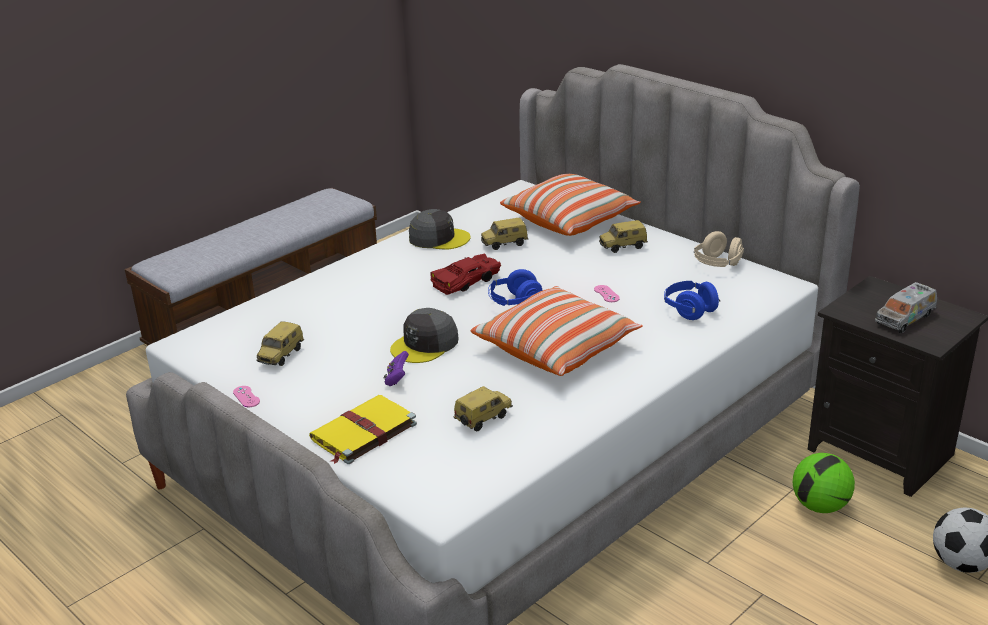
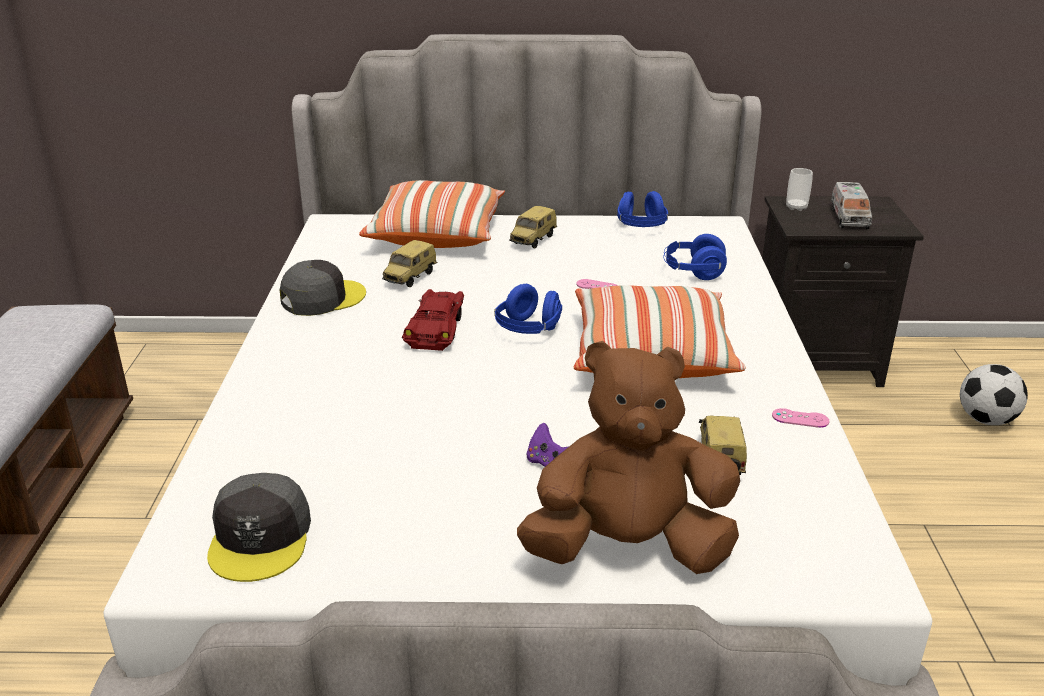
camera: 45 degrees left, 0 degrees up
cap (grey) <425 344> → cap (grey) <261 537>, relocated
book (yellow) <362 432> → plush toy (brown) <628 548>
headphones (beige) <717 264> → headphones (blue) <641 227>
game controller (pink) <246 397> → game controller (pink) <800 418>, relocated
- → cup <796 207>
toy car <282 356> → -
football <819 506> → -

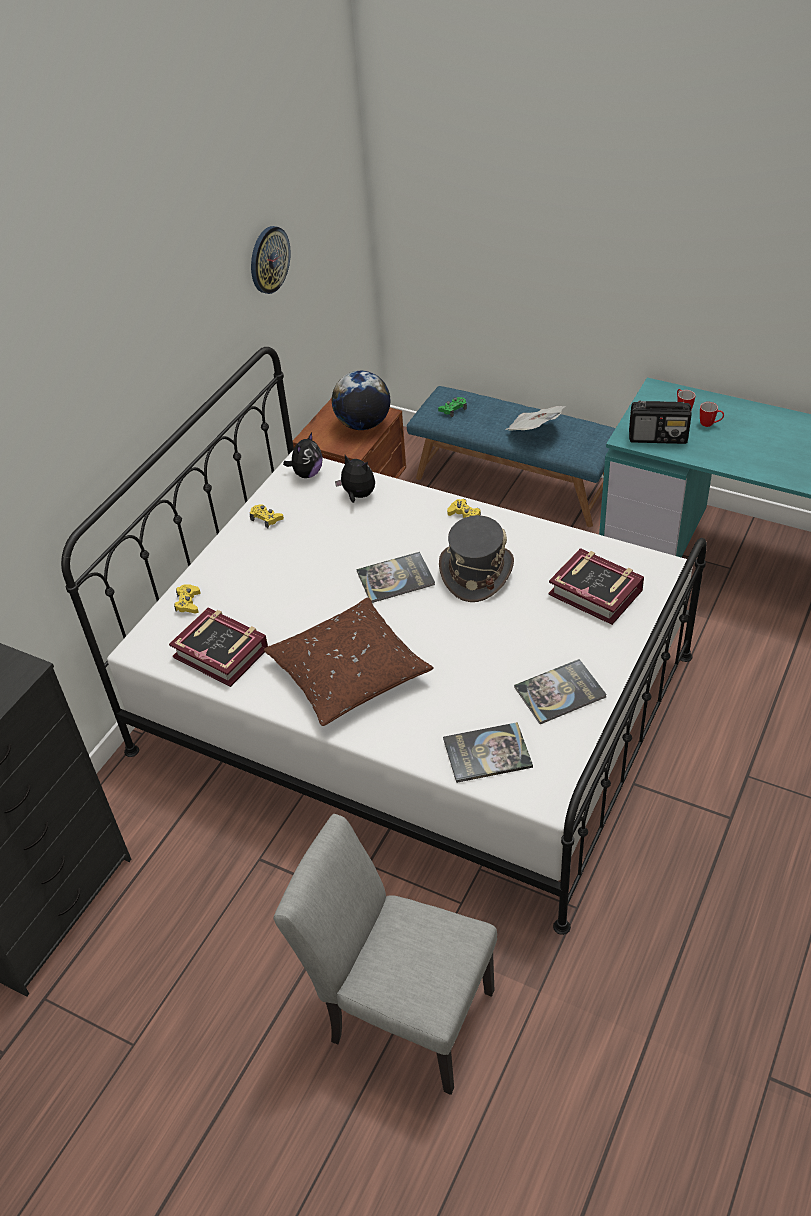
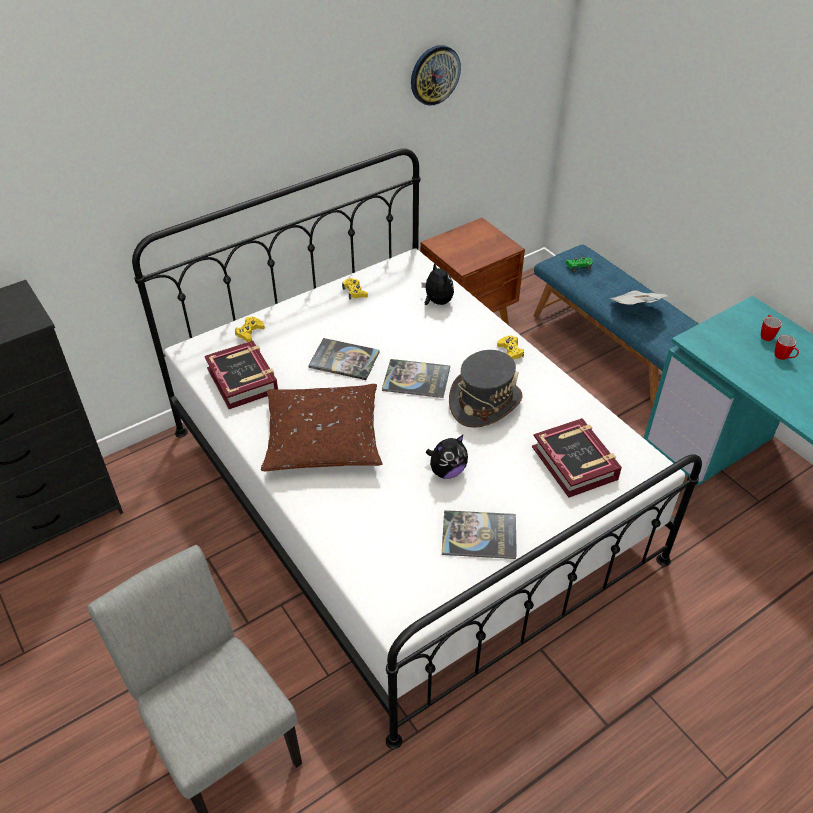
camera: 25 degrees right, 0 degrees up
book <487 753> → book <344 360>, relocated
plush toy <307 473> → plush toy <447 471>, relocated
globe <363 424> → -
radio <658 437> → -

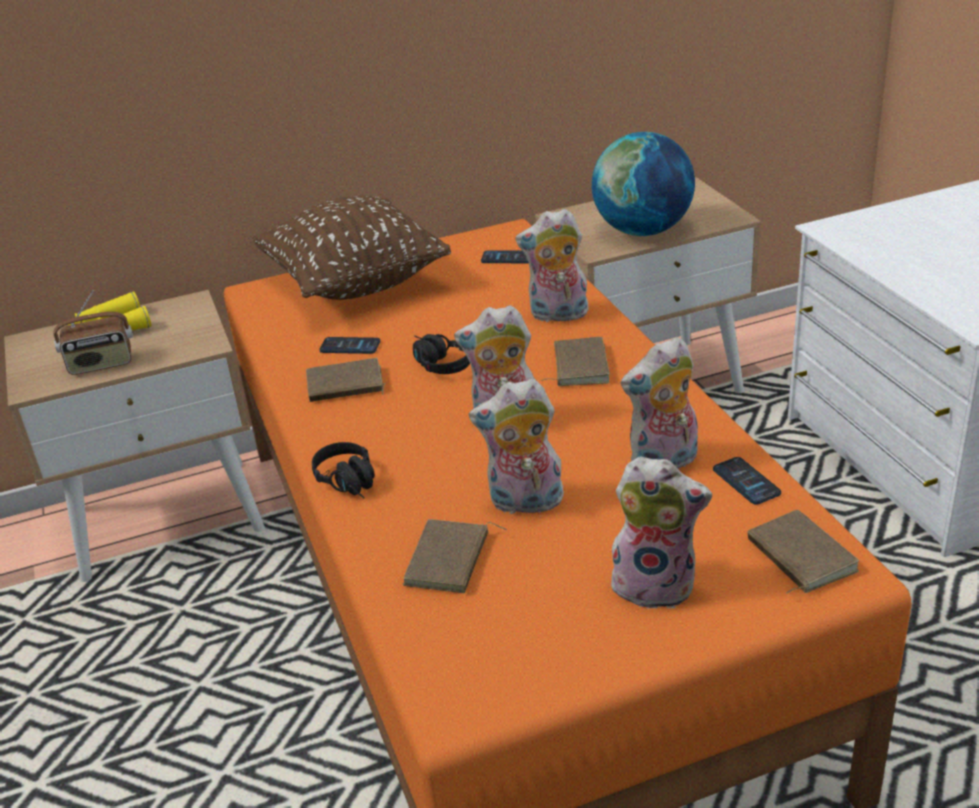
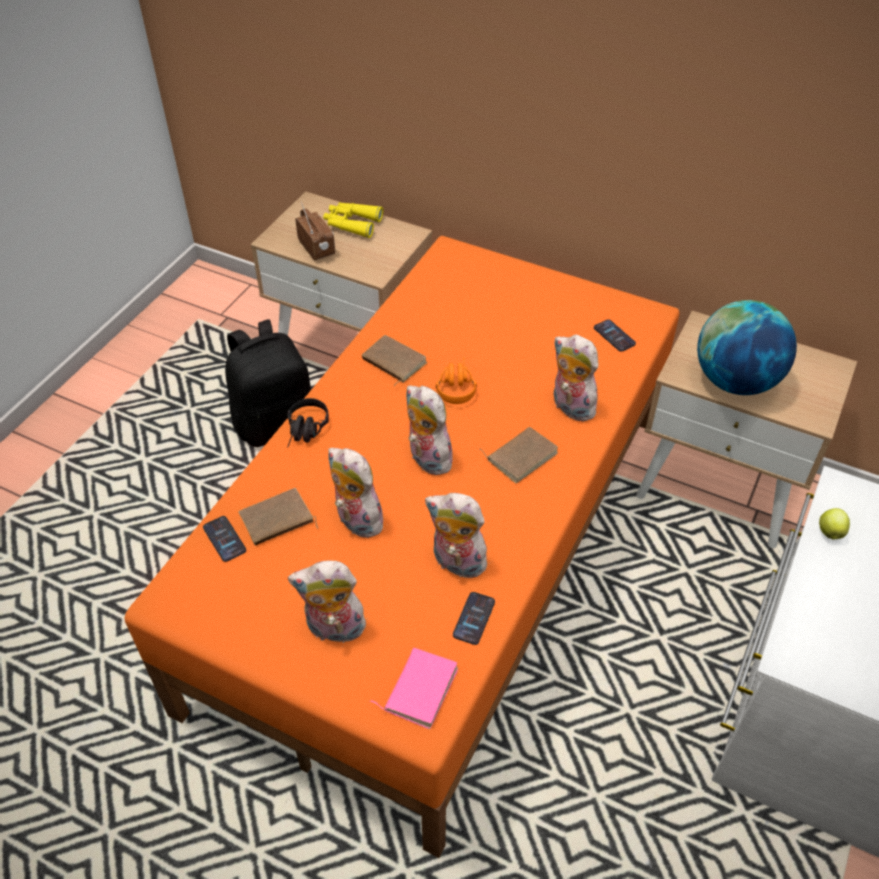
camera: 45 degrees right, 15 degrees up
phone <350 346> → phone <224 539>, relocated
- → backpack (black) <275 422>
plush toy <656 584> → plush toy <334 630>, 120 degrees clockwise
radio <101 364> → radio <317 248>, 150 degrees counterclockwise
book (brown) <798 557> → book (pink) <419 688>
headphones (black) <436 363> → headphones (orange) <455 386>
- → apple <830 531>
pillow (brown) <355 283> → -

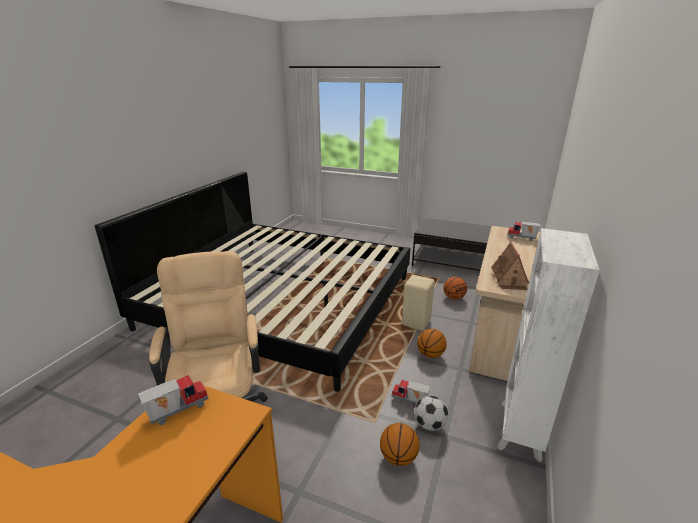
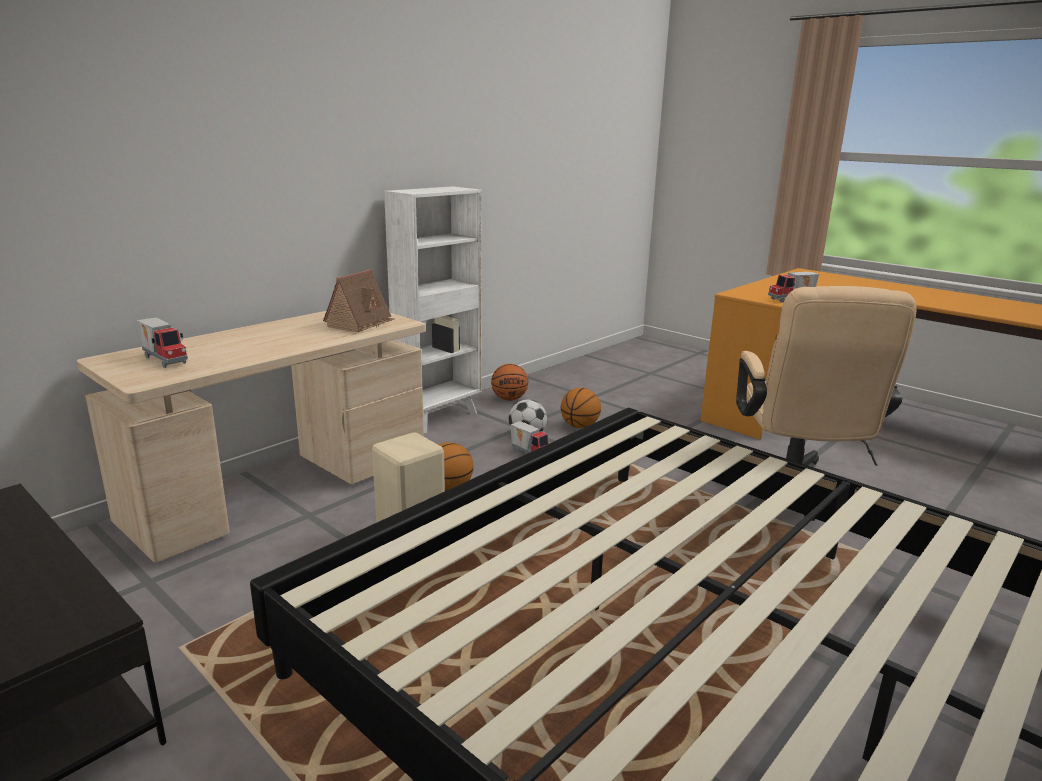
camera: 160 degrees left, 5 degrees down
basketball <454 298> → basketball <509 399>, relocated

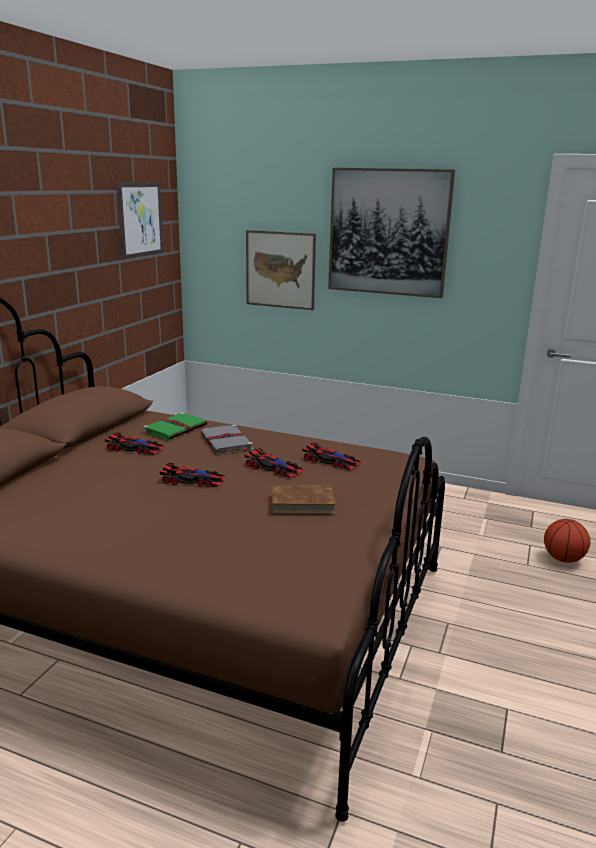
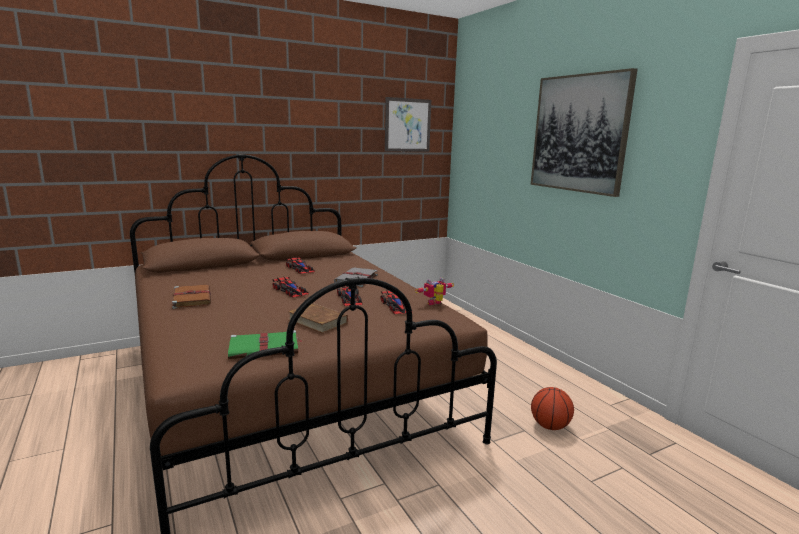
camera: 40 degrees right, 5 degrees down
- → book (brown) <192 298>
book (green) <176 428> → book (green) <265 348>, relocated
- → toy robot <435 304>
basketball <563 559> → basketball <550 426>, relocated
picture <280 269> → -

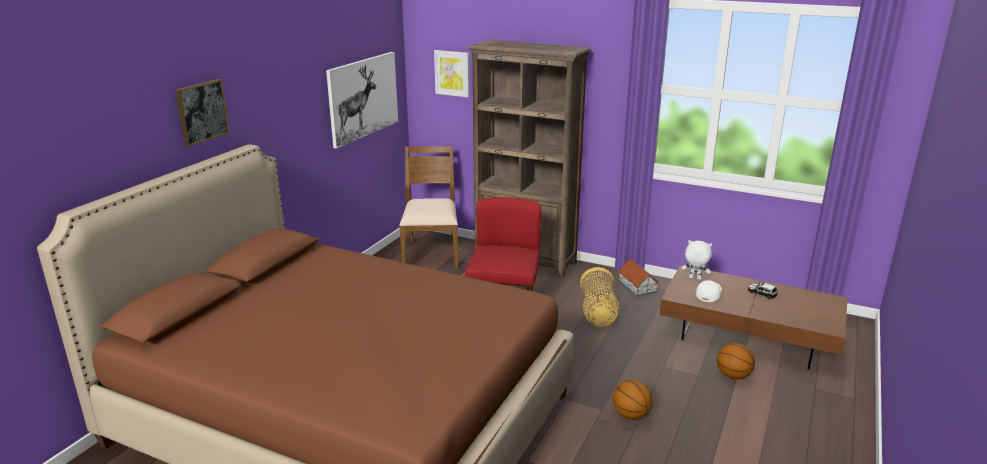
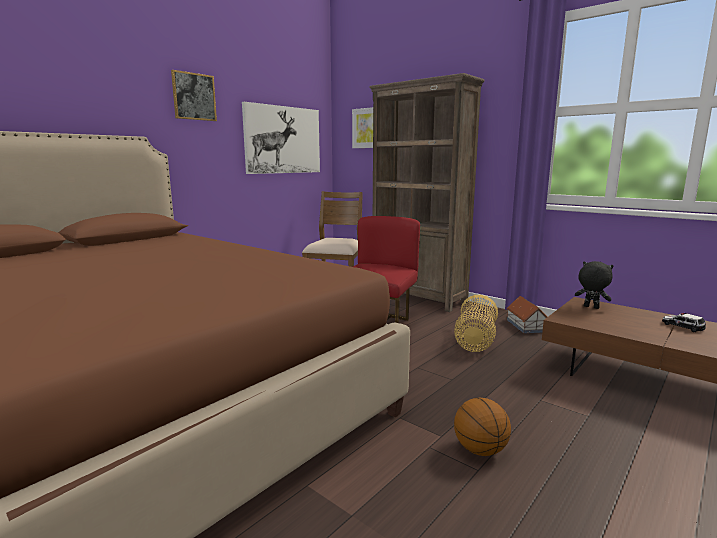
camera: 15 degrees right, 10 degrees down
picture <202 111> → picture <194 96>, relocated
plush toy (white) <694 278> → plush toy (black) <590 307>
cap (white) <709 295> → -
basketball <733 376> → -

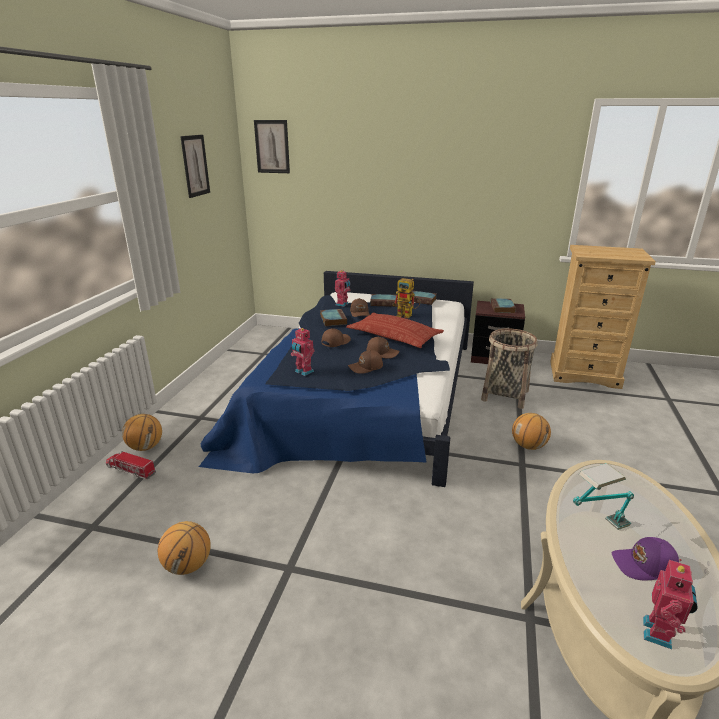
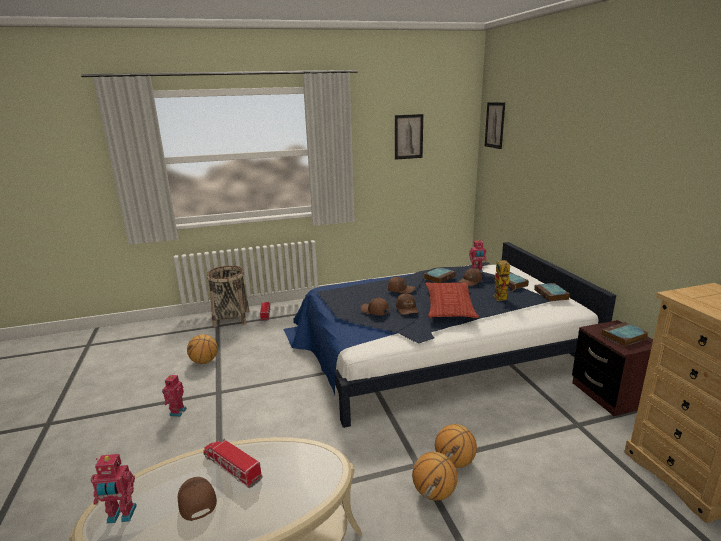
camera: 60 degrees right, 5 degrees down
toy robot <303 372> → toy robot <177 412>, relocated
cap (purple) <644 566> → cap (brown) <196 501>
table lamp <596 529> → toy truck <232 468>
basket <505 395> → basket <231 318>, relocated
basketball <146 447> → basketball <434 492>, relocated

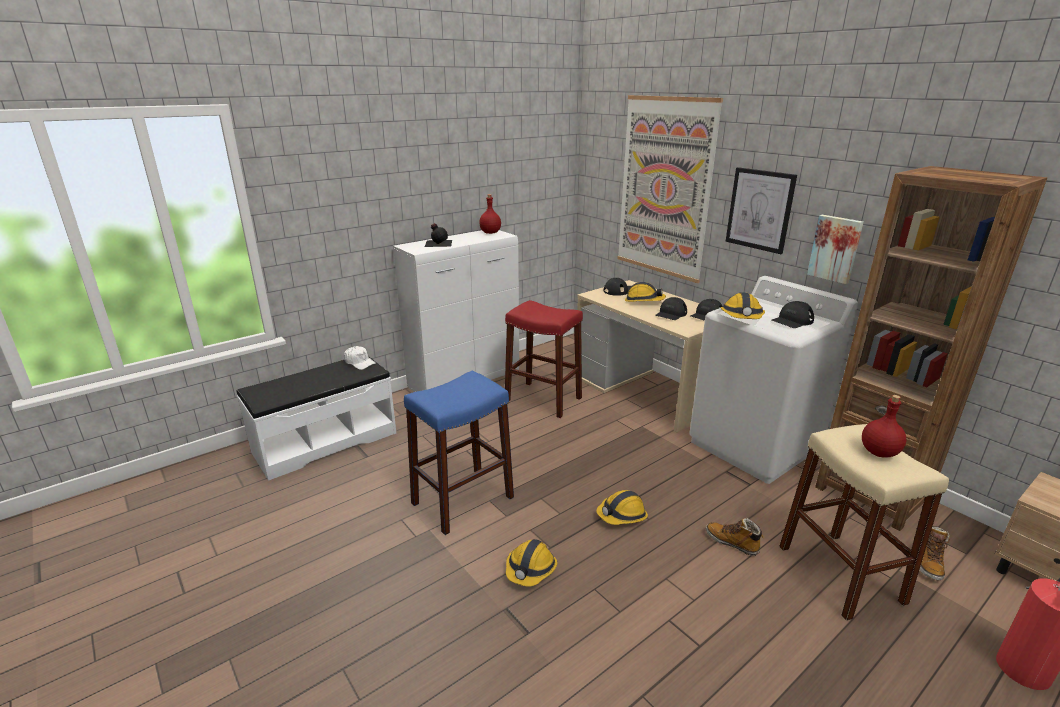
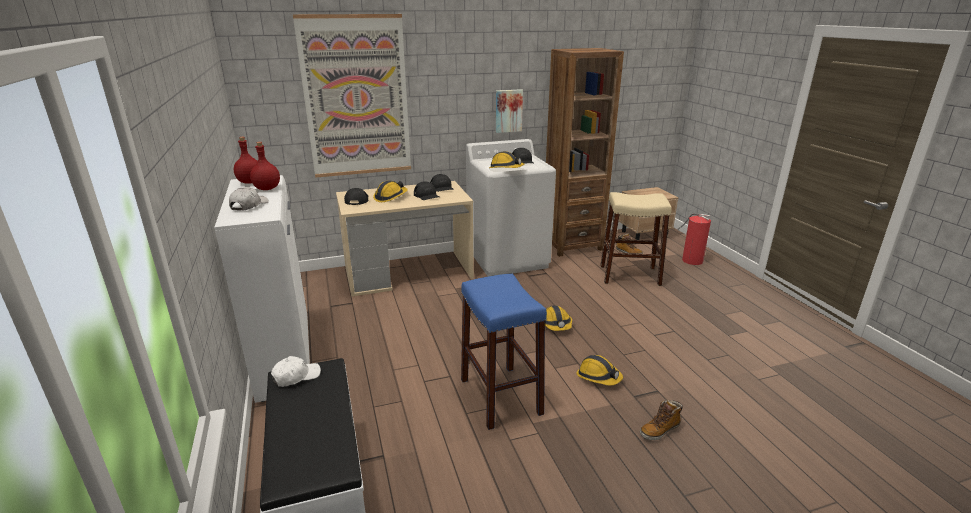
camera: 70 degrees left, 0 degrees up
bottle (black) <438 243> → cap (white) <249 205>
bottle (red) <879 453> → bottle (red) <267 189>, relocated
boot <732 543> → boot <659 430>, relocated
stool (red) <543 399> → -
picture <760 210> → -

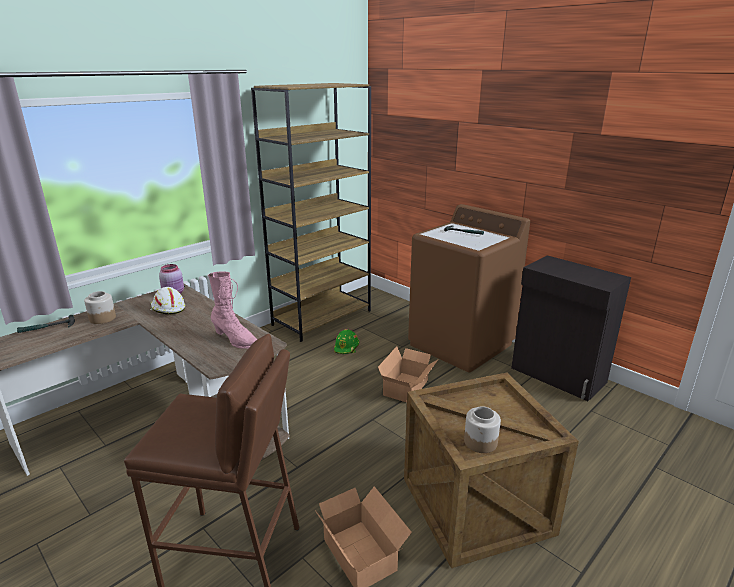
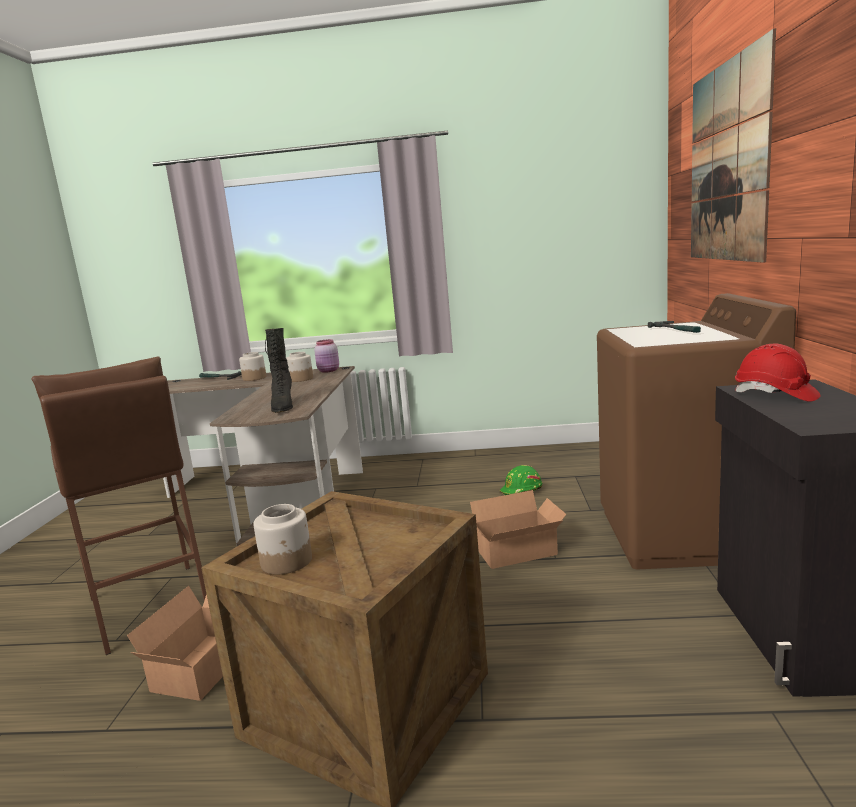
camera: 50 degrees right, 10 degrees down
boot (pink) <236 340> → boot (black) <283 406>
hard hat (white) <167 308> → jar <300 379>
- → picture <728 163>
- → hard hat (red) <775 395>
bookcase (brown) <322 317> → -

